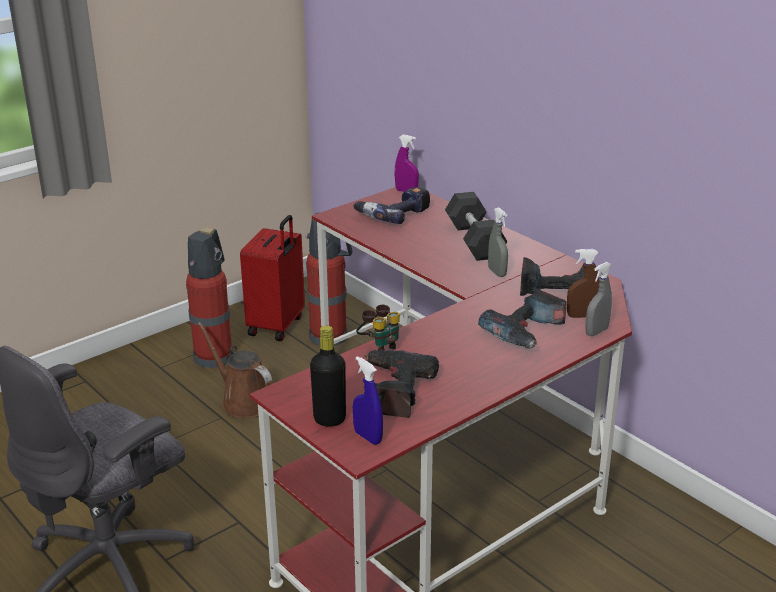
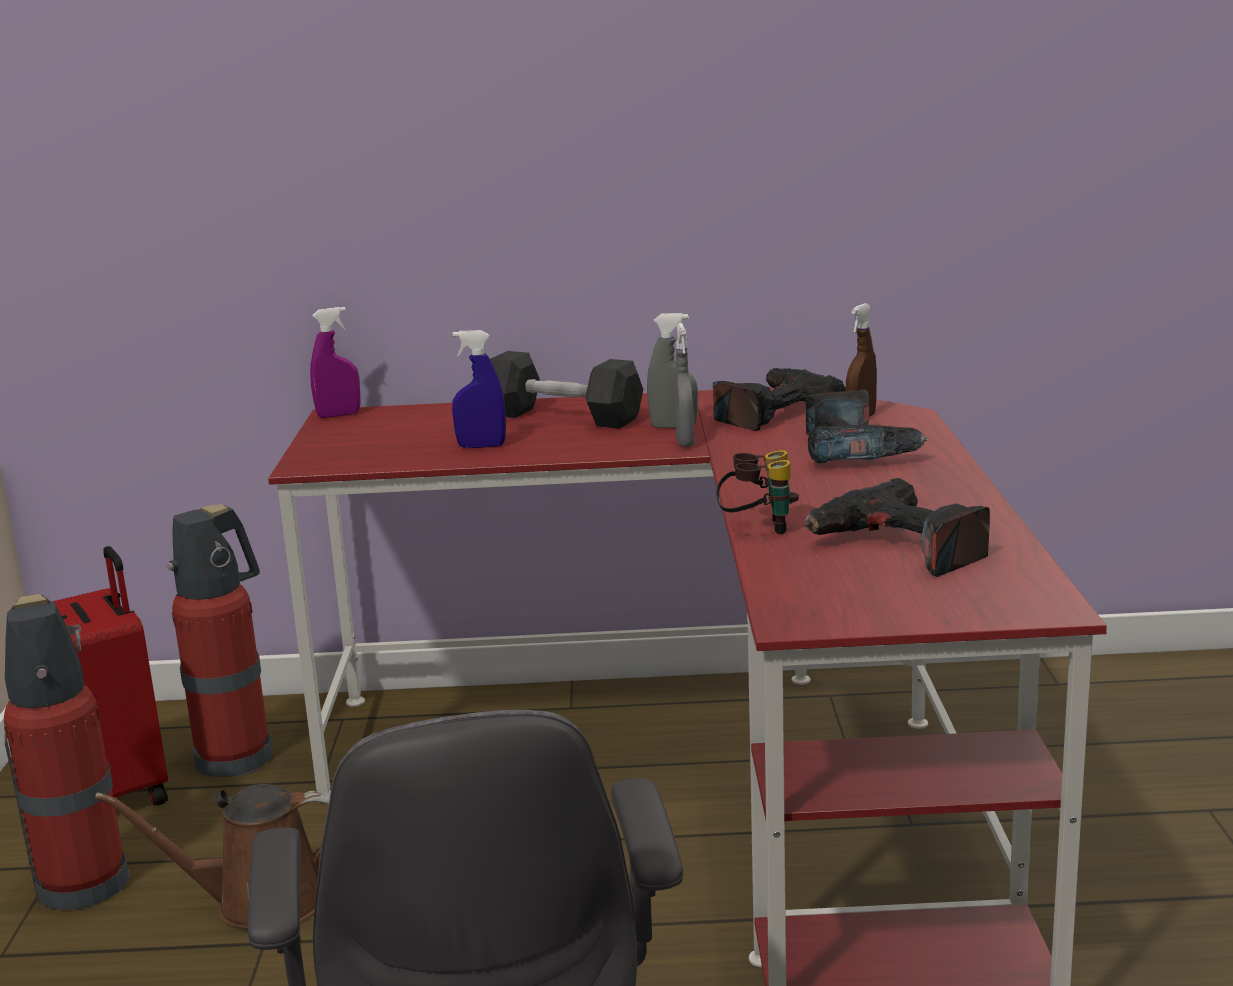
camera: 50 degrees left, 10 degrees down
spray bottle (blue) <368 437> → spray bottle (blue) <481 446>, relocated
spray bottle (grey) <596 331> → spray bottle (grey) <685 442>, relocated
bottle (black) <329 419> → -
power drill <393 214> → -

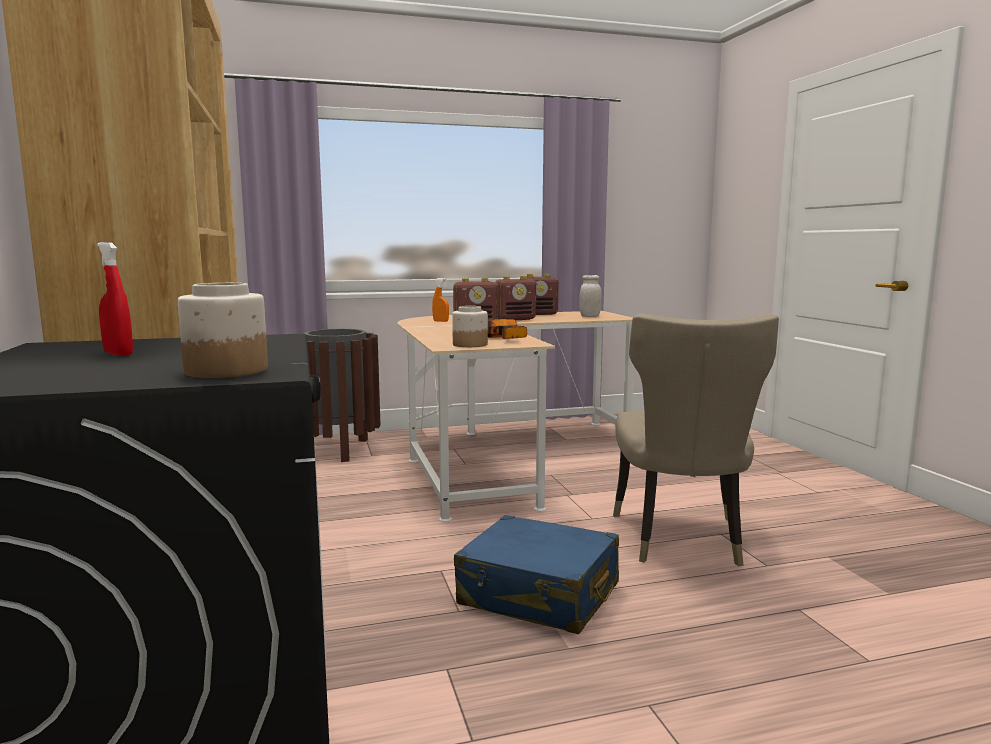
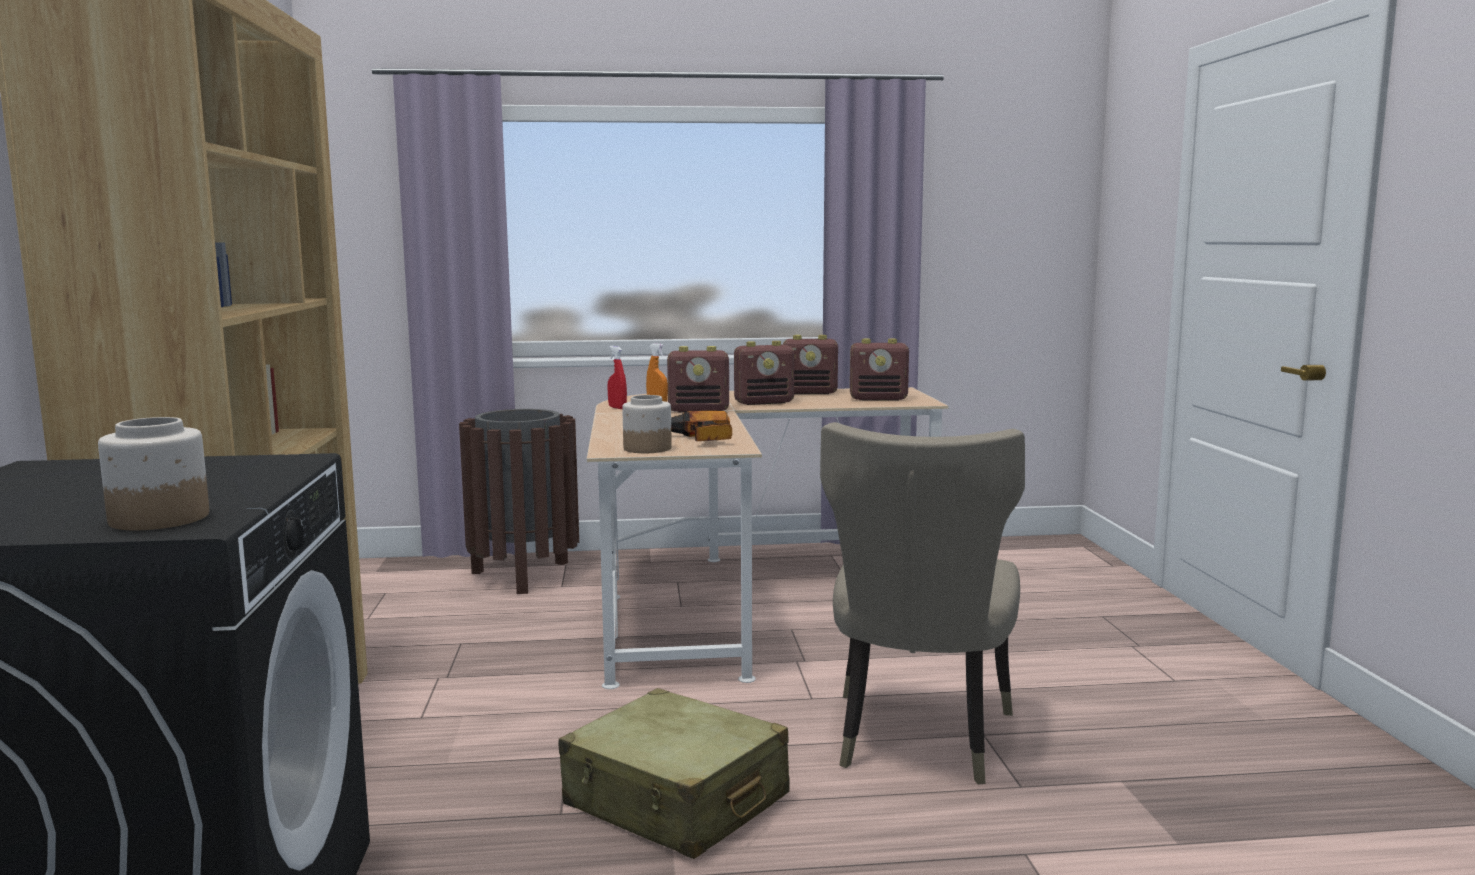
camera: 10 degrees right, 0 degrees up
suitcase (blue) <539 595> → suitcase (beige) <676 801>
spray bottle (red) <118 354> → spray bottle (red) <617 408>, relocated
jar (white) <589 316> → radio <879 399>

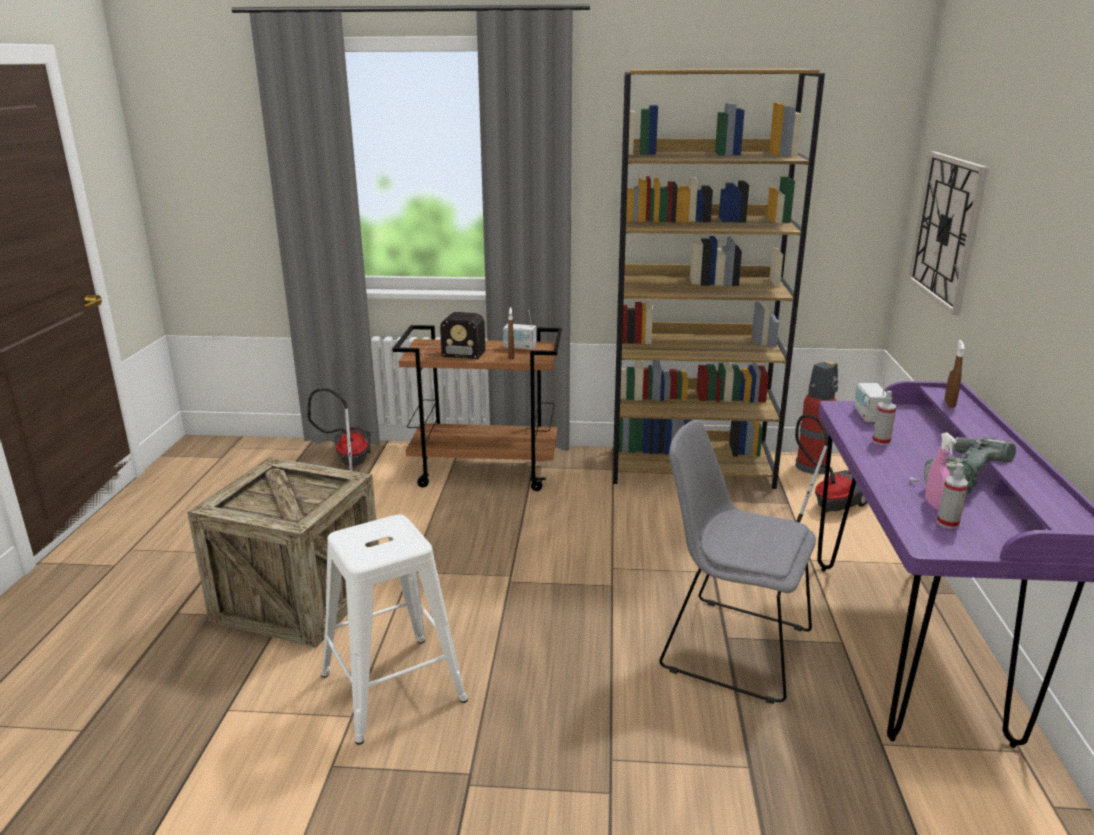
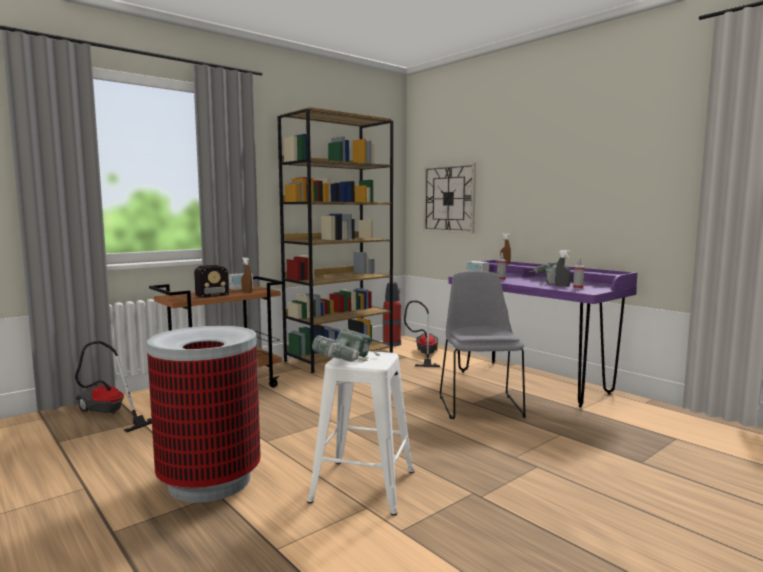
camera: 45 degrees left, 15 degrees down
crate <298 598> → trash can <210 481>
- → power drill <349 363>
chair (grey) <730 646> → chair (grey) <480 405>, 105 degrees clockwise
spray bottle (pink) <934 505> → spray bottle (grey) <562 286>

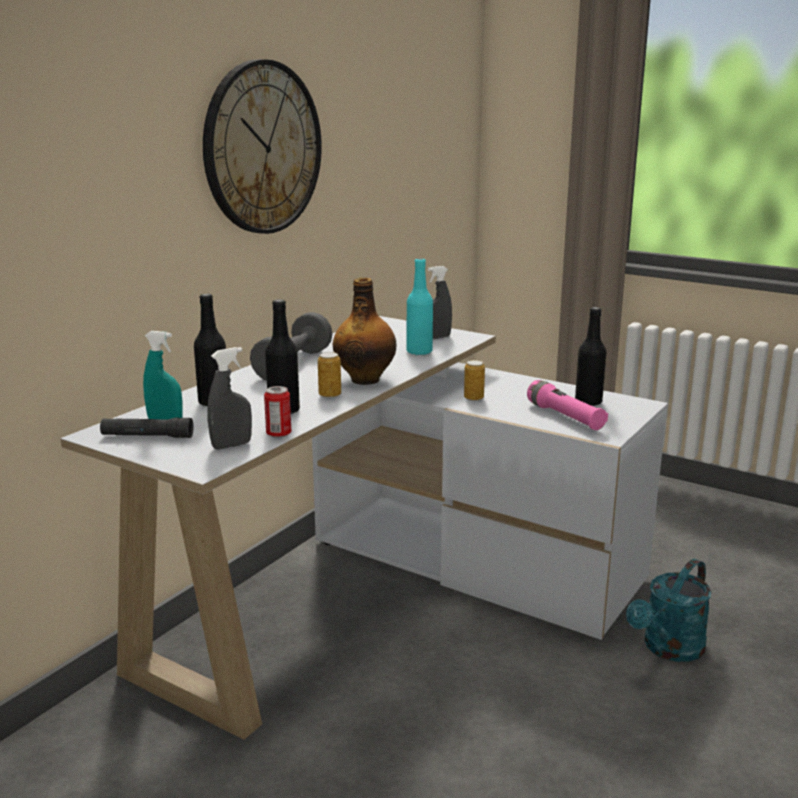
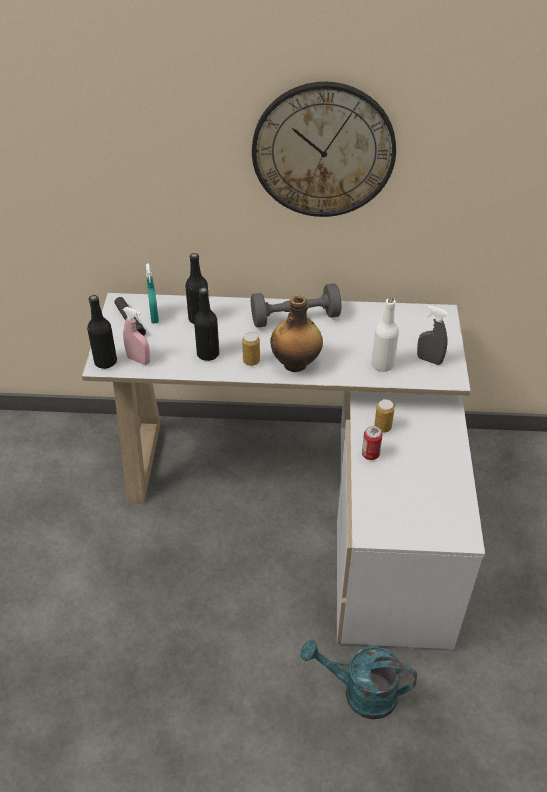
camera: 60 degrees right, 25 degrees up
bottle (black) <588 402> → bottle (black) <105 362>, relocated
spray bottle (grey) <231 445> → spray bottle (pink) <138 360>
can <278 434> → can <370 454>, relocated
bottle (turquoise) <419 352> → bottle (white) <382 365>
flashlight (pink) <565 417> → -

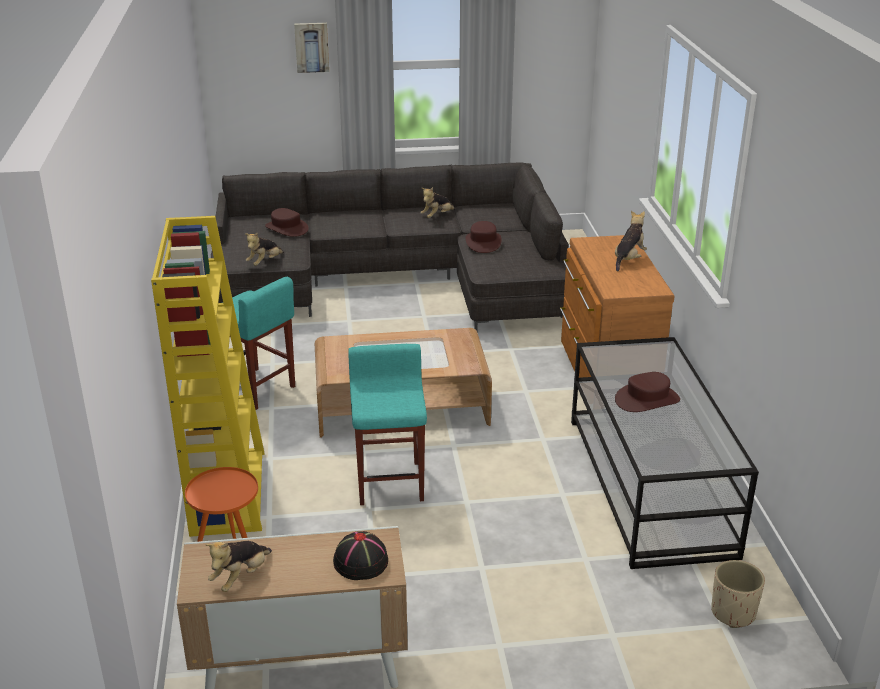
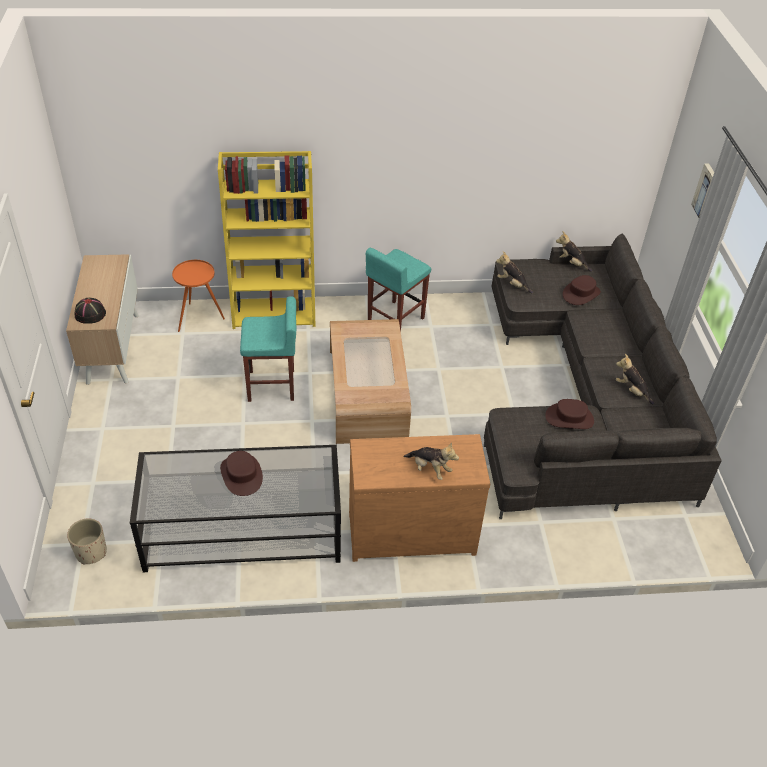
camera: 90 degrees right, 15 degrees up
plush toy <240 577> → plush toy <571 263>, relocated

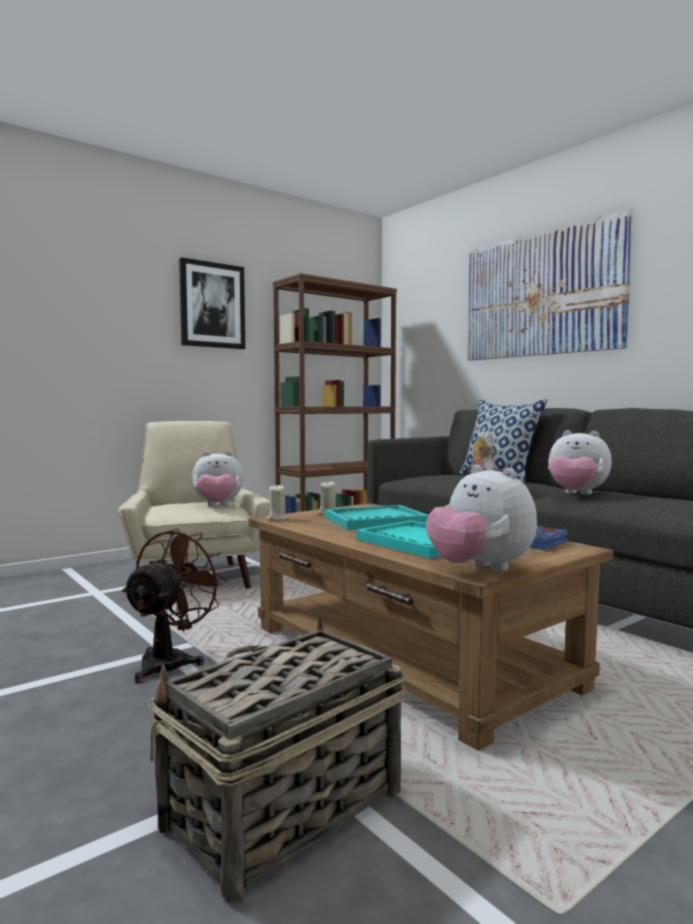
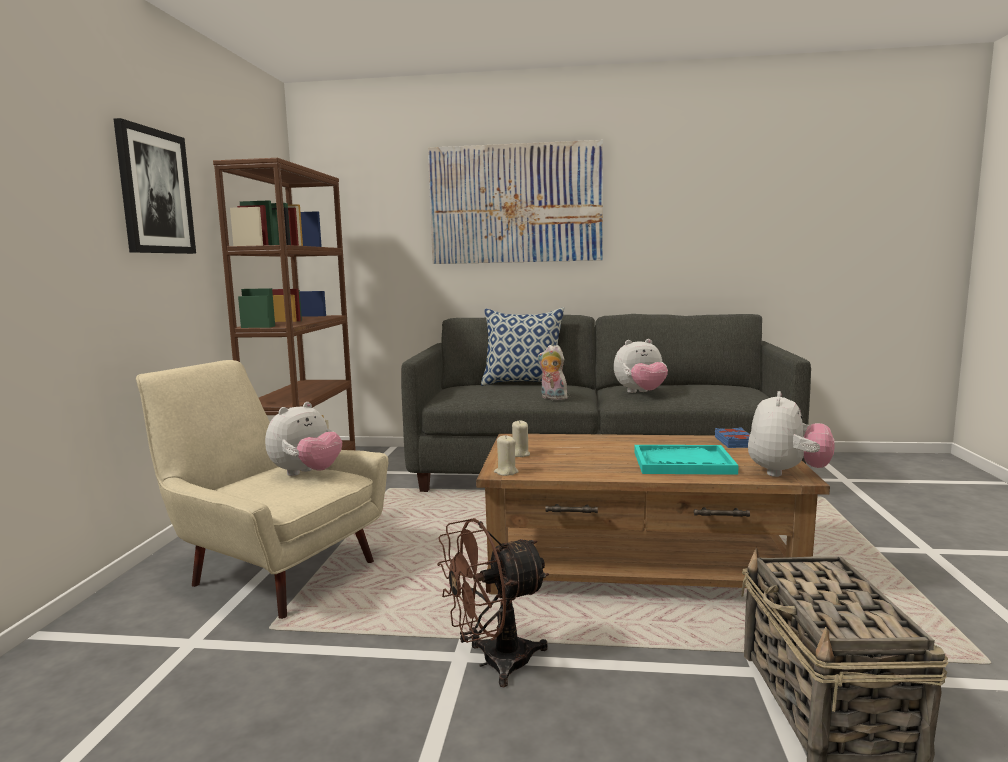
camera: 45 degrees left, 5 degrees up
fan (brown) <171 661> → fan (brown) <494 663>, 90 degrees counterclockwise
plush toy <480 569> → plush toy <787 473>, 75 degrees counterclockwise
tray (turquoise) <375 520> → -

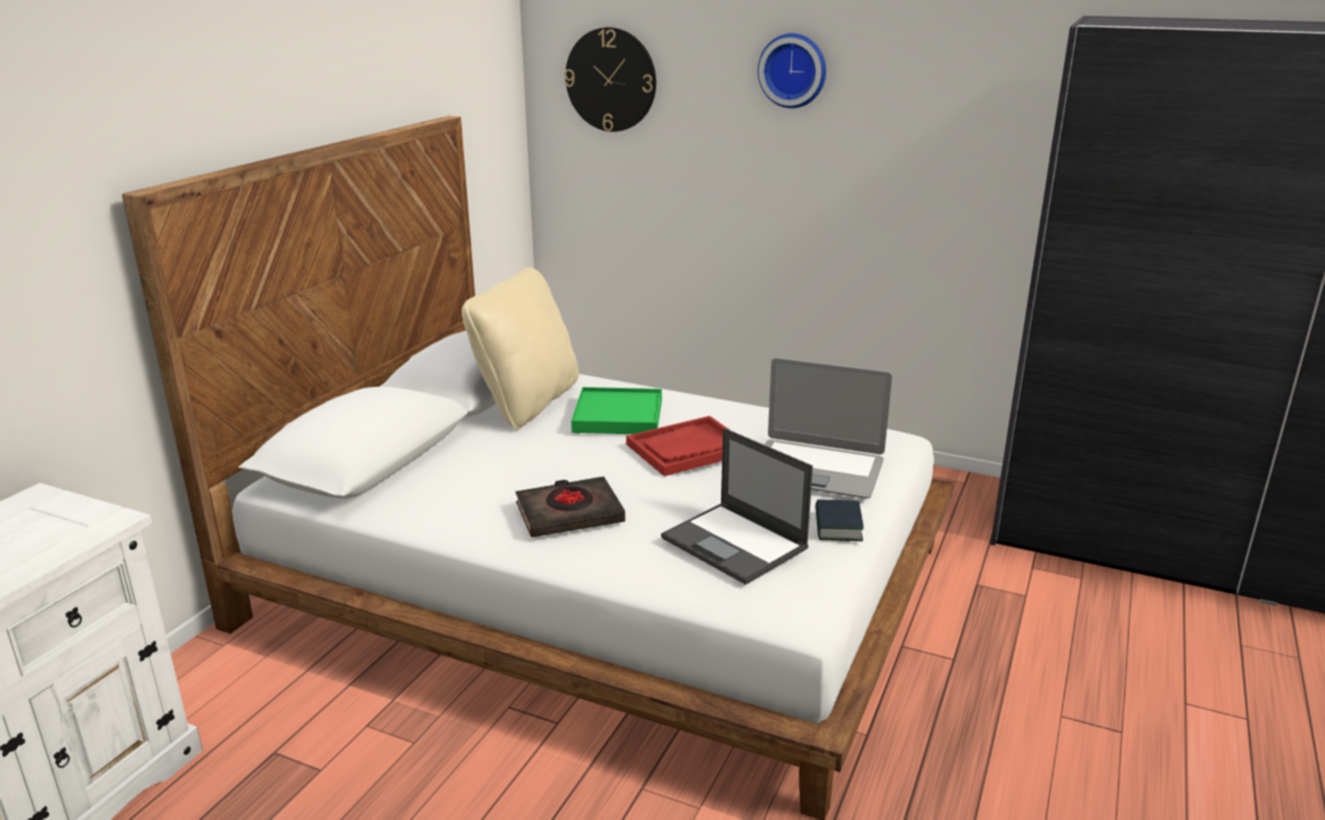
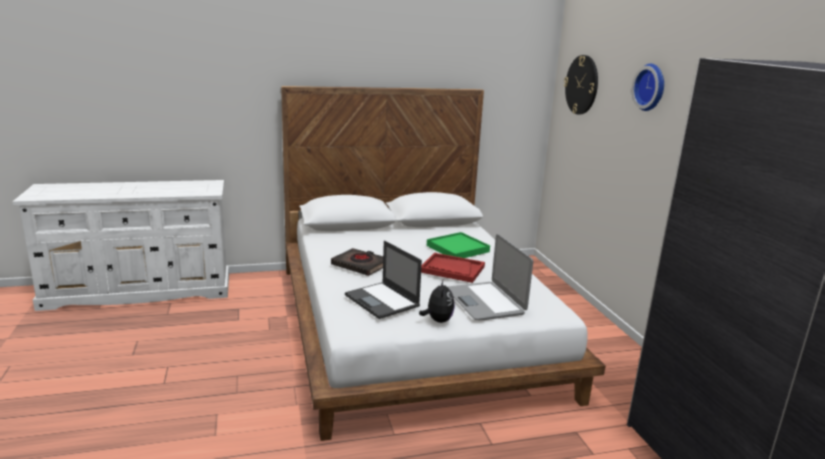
camera: 50 degrees right, 5 degrees down
laptop <736 543> → laptop <382 301>, 45 degrees counterclockwise
book <838 526> → plush toy <438 320>
pillow (beige) <527 403> → -

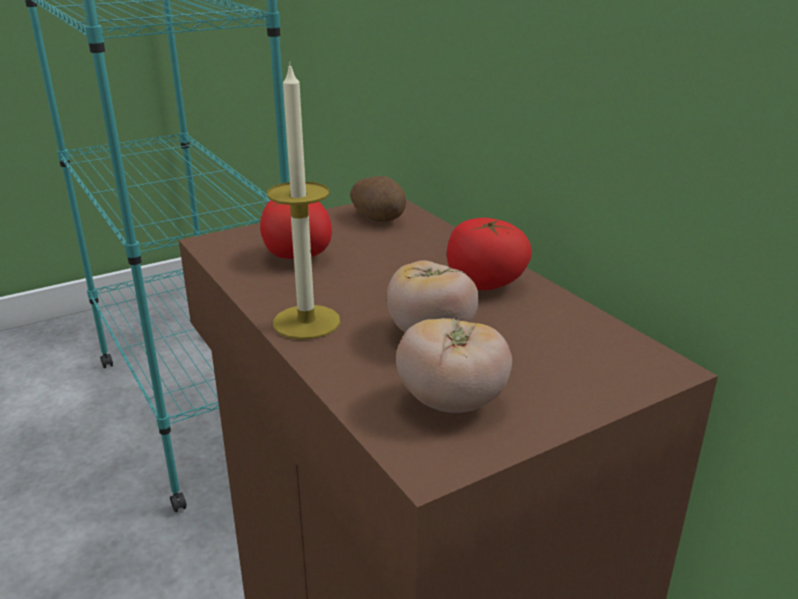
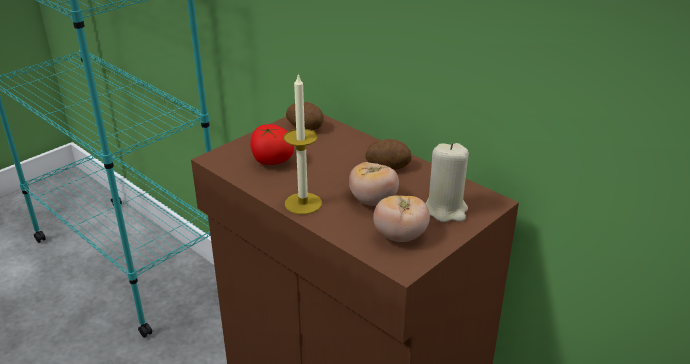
camera: 15 degrees left, 5 degrees up
tomato <485 284> → potato <388 165>
- → candle (beige) <446 209>

